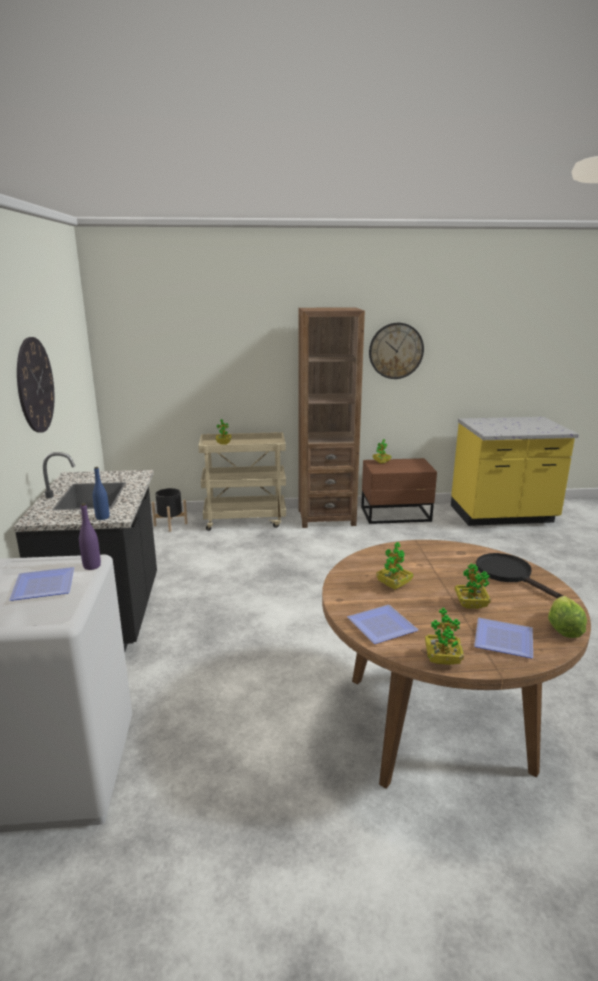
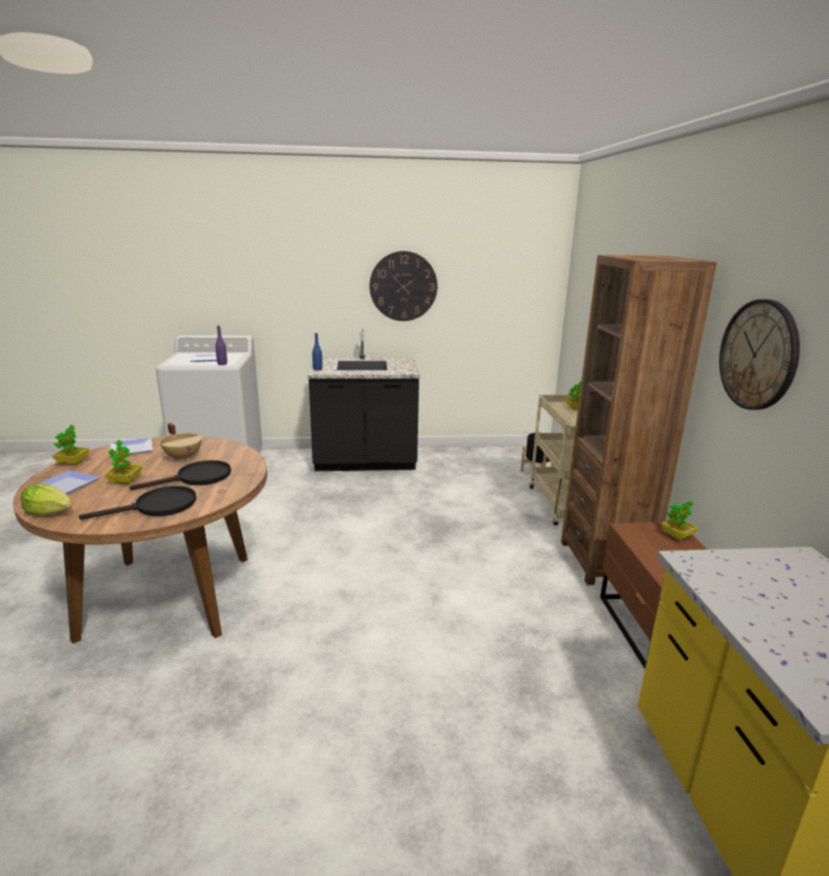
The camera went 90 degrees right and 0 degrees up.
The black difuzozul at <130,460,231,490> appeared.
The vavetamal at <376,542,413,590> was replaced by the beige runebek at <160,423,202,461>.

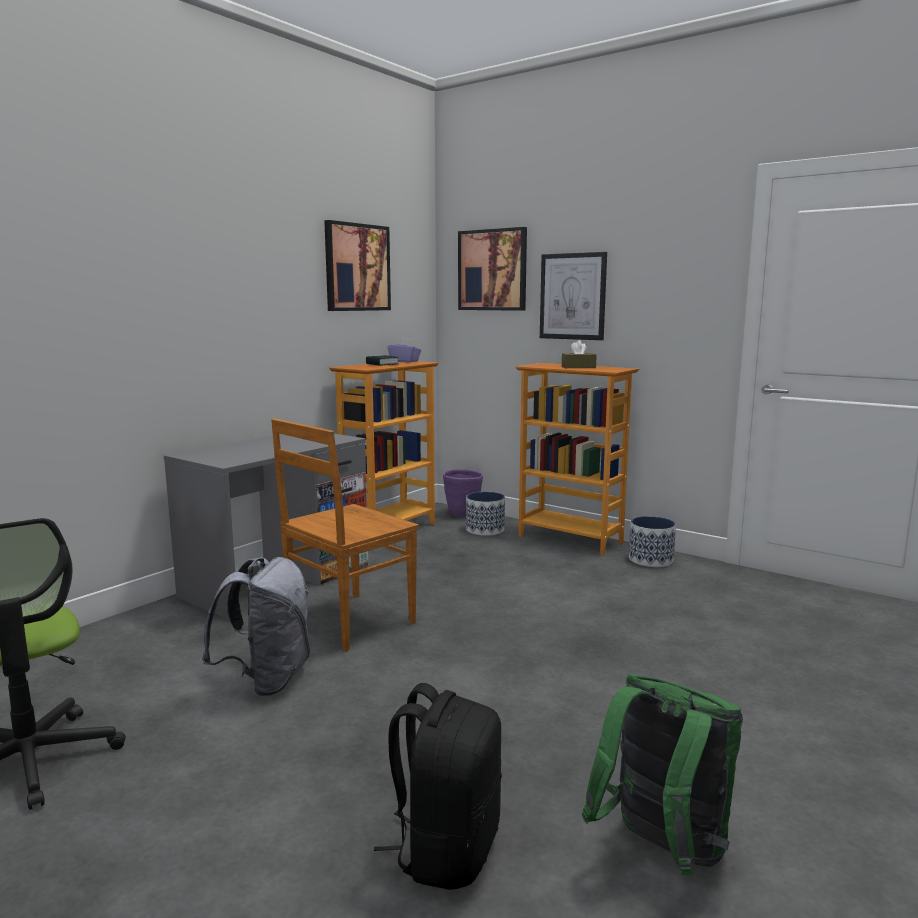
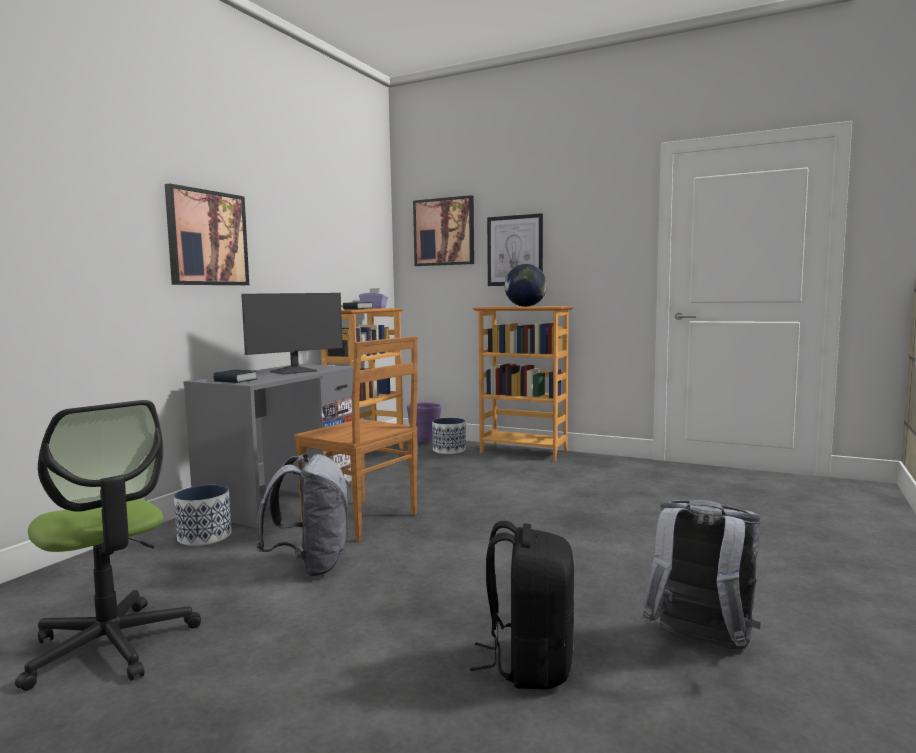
The camera went 10 degrees left and 5 degrees down.
The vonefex at <213,370,257,383> appeared.
The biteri at <241,293,343,375> appeared.
The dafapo moved from <324,220,391,311> to <165,183,249,285>.
The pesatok moved from <629,516,676,567> to <174,485,232,546>.
The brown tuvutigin at <562,340,597,368> was replaced by the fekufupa at <504,264,547,307>.
The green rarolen at <582,674,743,876> became the grey rarolen at <642,500,761,650>.
The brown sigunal at <271,418,418,651> turned 90 degrees counterclockwise.

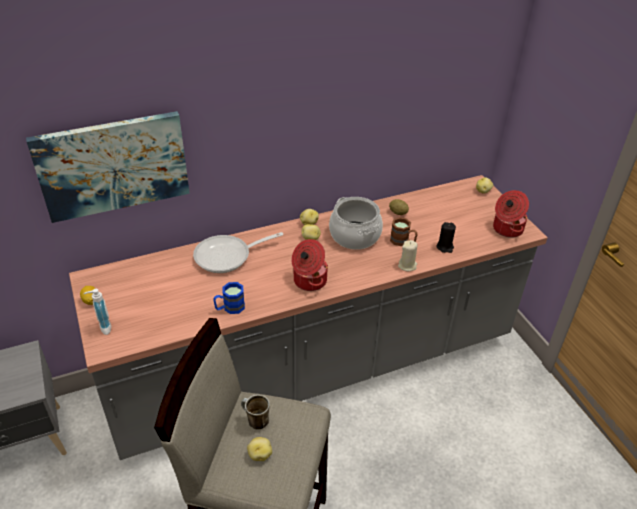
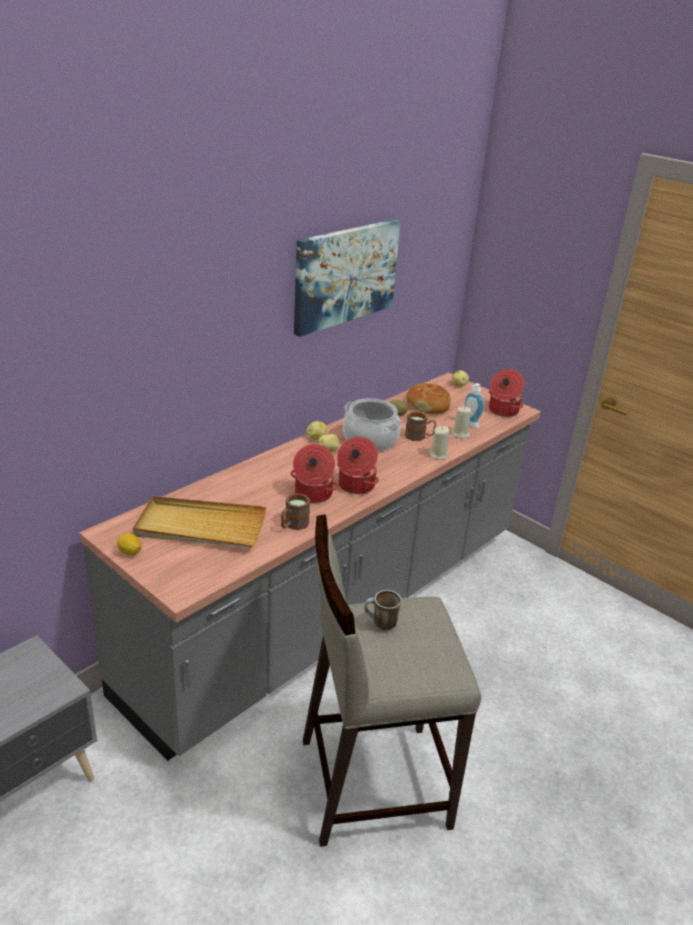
The camera went 25 degrees left and 10 degrees down.
The difuzozul at <193,232,283,273> disappeared.
The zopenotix at <247,437,272,461> disappeared.
The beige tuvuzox at <133,496,266,548> appeared.
The runebek at <291,444,338,503> appeared.
The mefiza at <407,383,451,414> appeared.
The dafapo moved from <26,111,190,223> to <294,219,401,337>.
The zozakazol moved from <84,289,111,335> to <464,383,484,428>.
The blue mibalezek at <213,282,245,314> became the brown mibalezek at <281,493,310,530>.
The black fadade at <437,222,456,253> became the beige fadade at <452,407,471,439>.

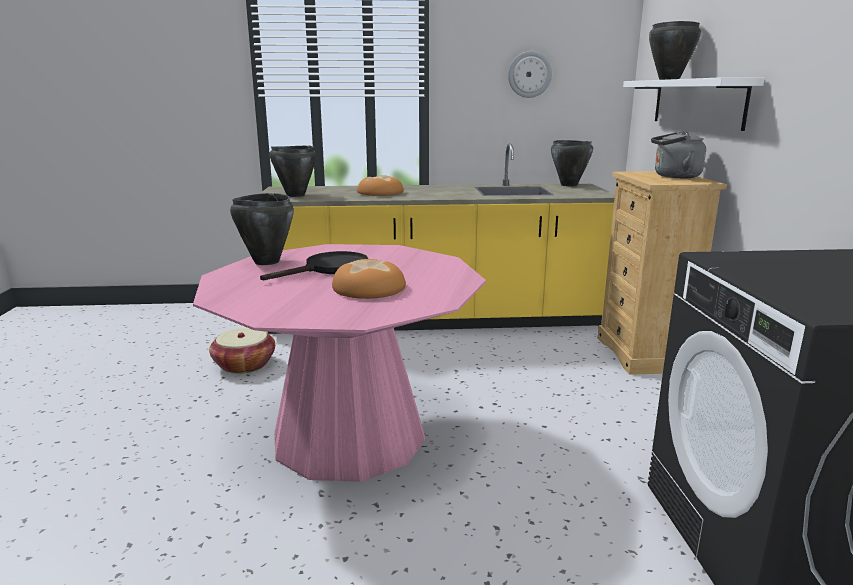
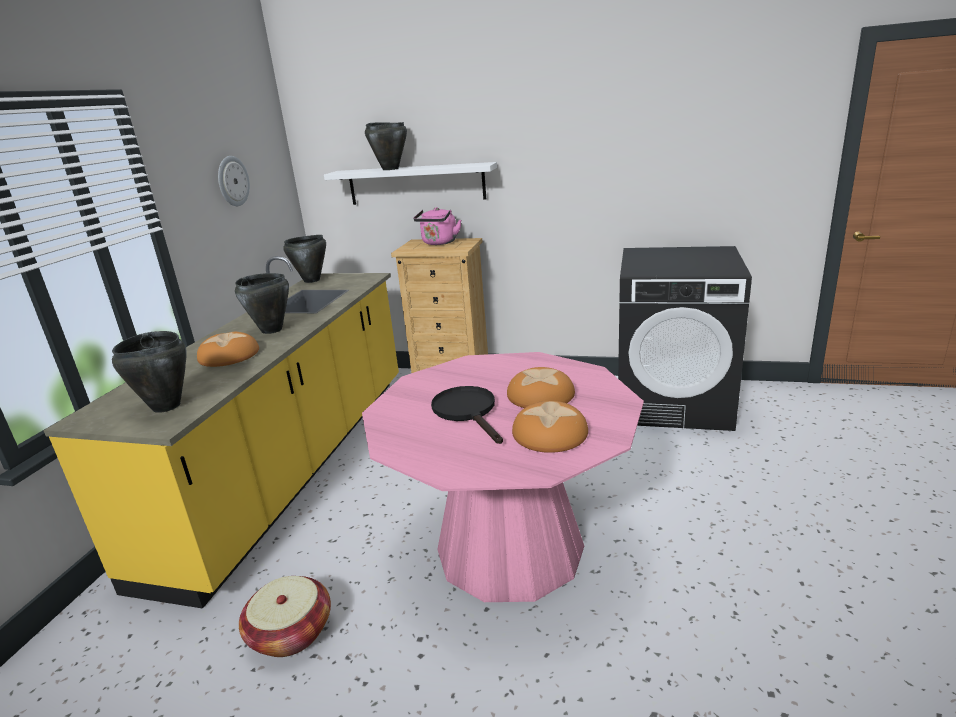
The camera went 70 degrees left and 5 degrees up.
The mefiza at <512,401,588,453> appeared.
The black runebek moved from <230,193,294,265> to <235,273,289,334>.
The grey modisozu at <651,131,706,178> became the pink modisozu at <413,207,462,245>.

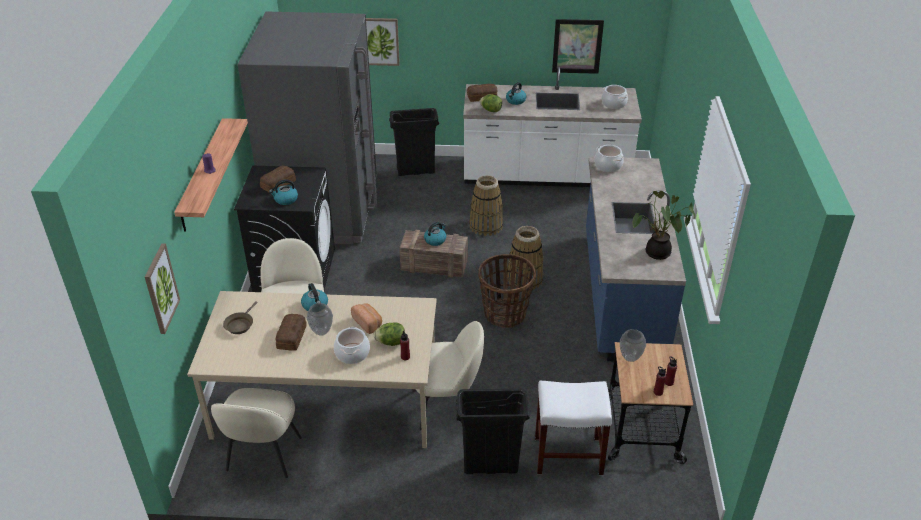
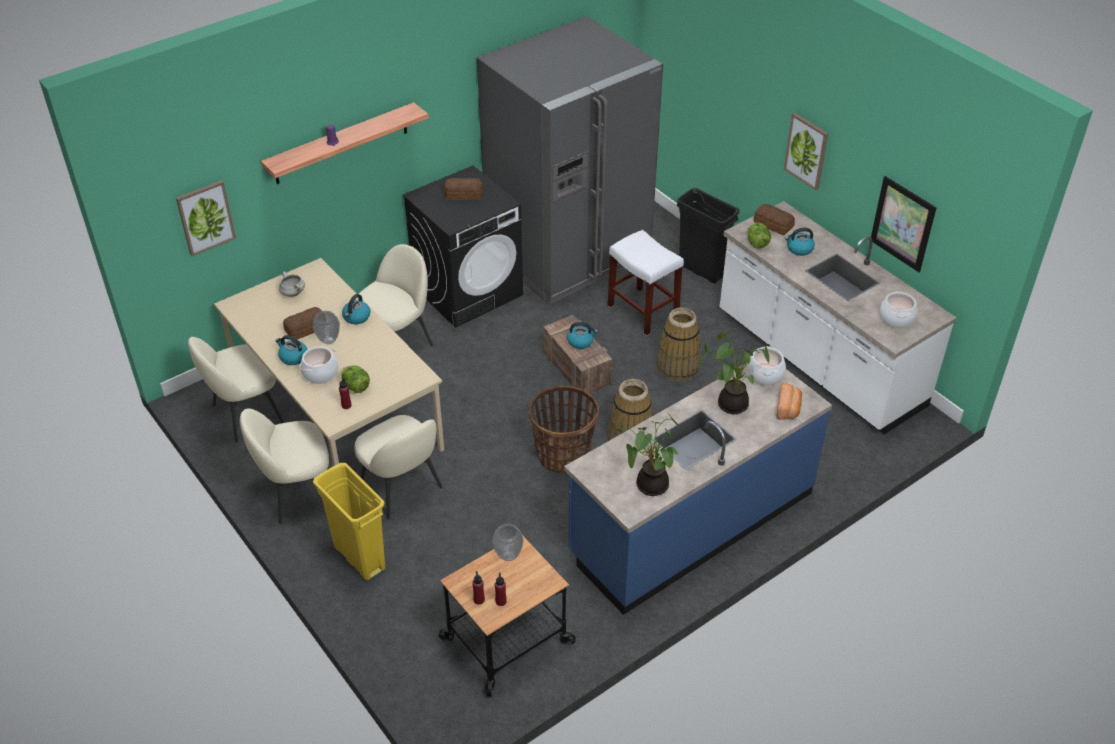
The camera went 50 degrees right and 5 degrees up.
The beige sigunal at <240,408,329,524> appeared.
The vavetamal at <699,331,769,414> appeared.
The modisozu moved from <269,179,298,205> to <276,335,308,365>.
The mefiza moved from <351,303,382,334> to <777,383,802,420>.
The dafapo moved from <366,18,400,66> to <784,113,828,190>.
The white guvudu moved from <535,381,612,475> to <608,230,684,336>.
The brown difuzozul at <223,301,257,334> was replaced by the white runebek at <279,271,305,297>.
The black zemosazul at <456,389,530,474> became the yellow zemosazul at <313,463,385,580>.

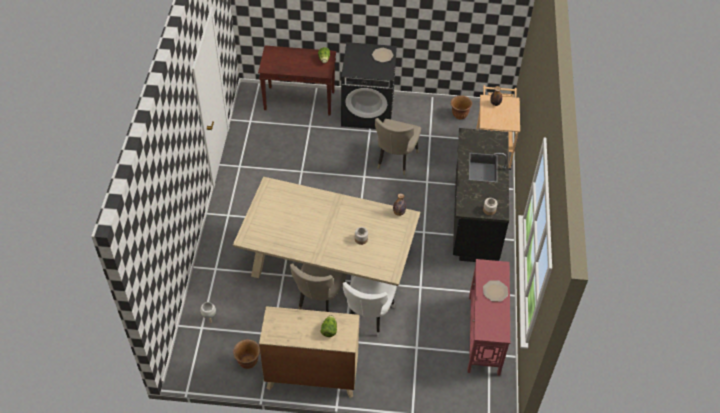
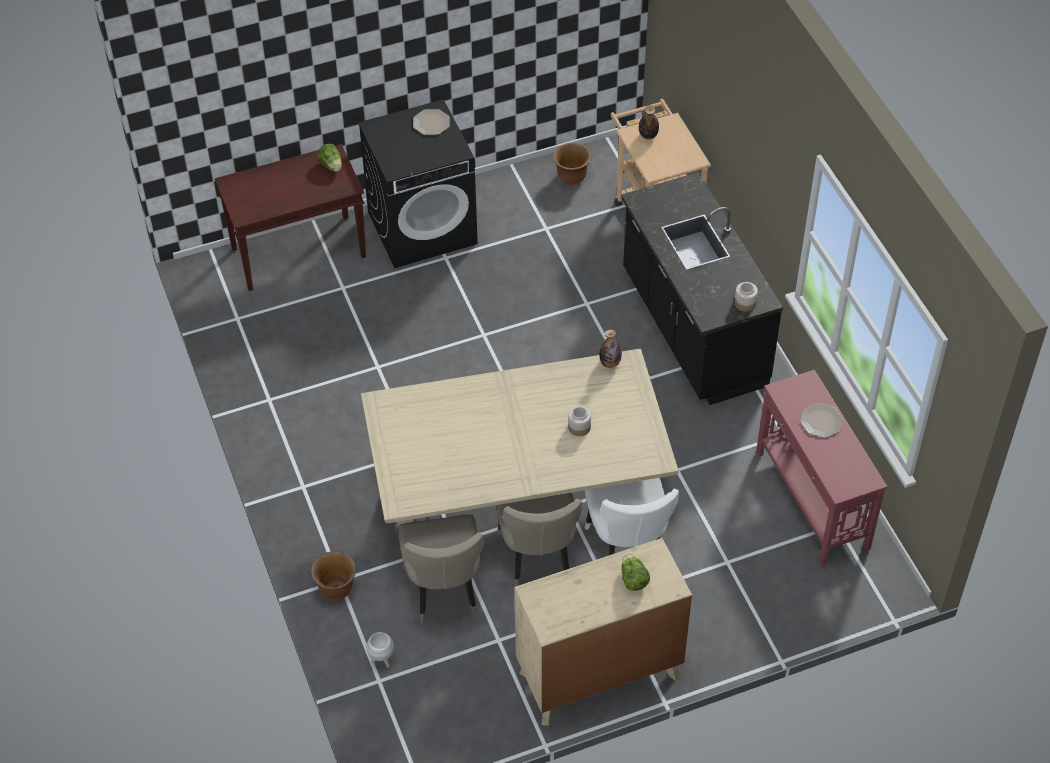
The camera went 25 degrees left and 0 degrees up.
The brown pesatok moved from <233,339,260,369> to <311,551,356,601>.
The beige sigunal moved from <375,118,421,175> to <398,515,484,622>.

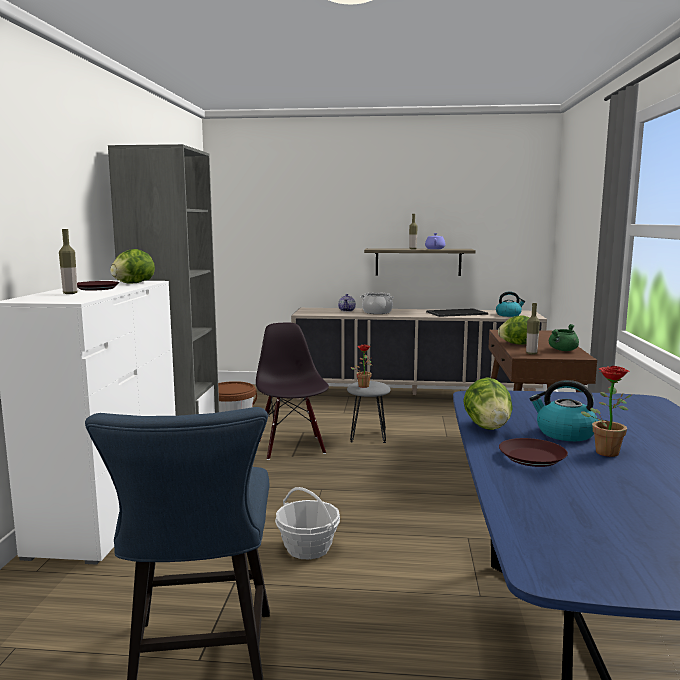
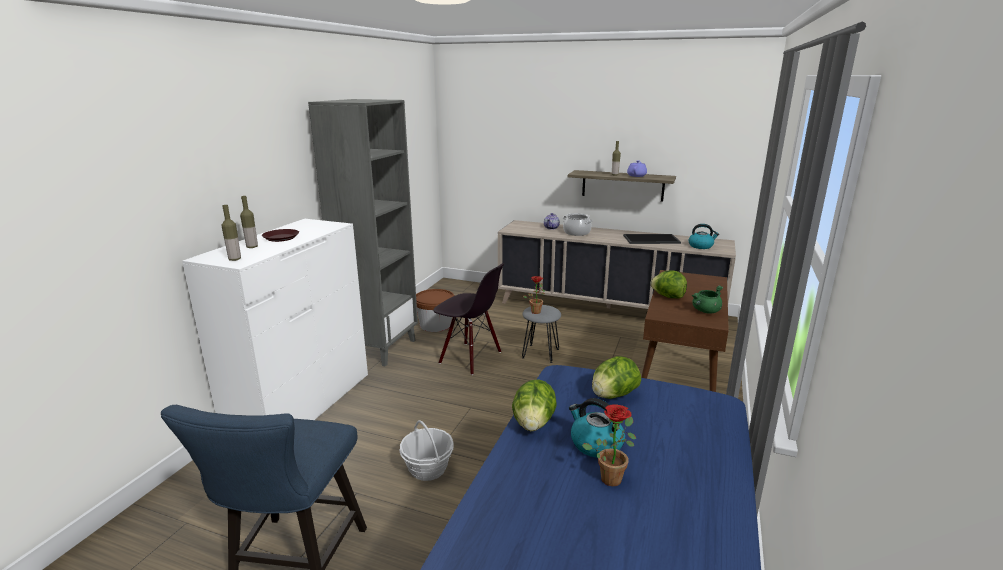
The camera went 15 degrees right and 10 degrees up.
The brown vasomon at <499,438,568,467> disappeared.
The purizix moved from <110,249,155,283> to <592,356,641,399>.
The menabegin moved from <526,303,540,355> to <221,205,241,261>.
The black sigunal at <256,323,329,460> turned 120 degrees clockwise.

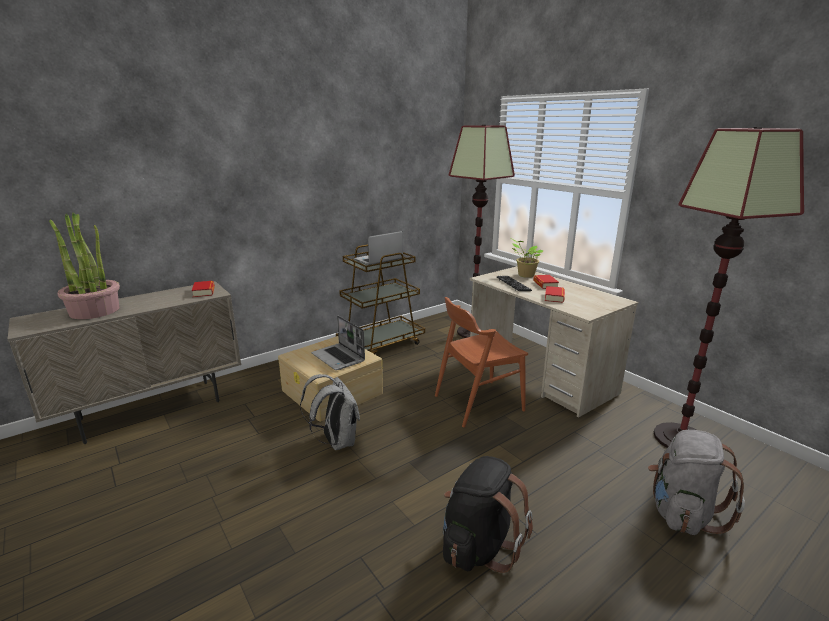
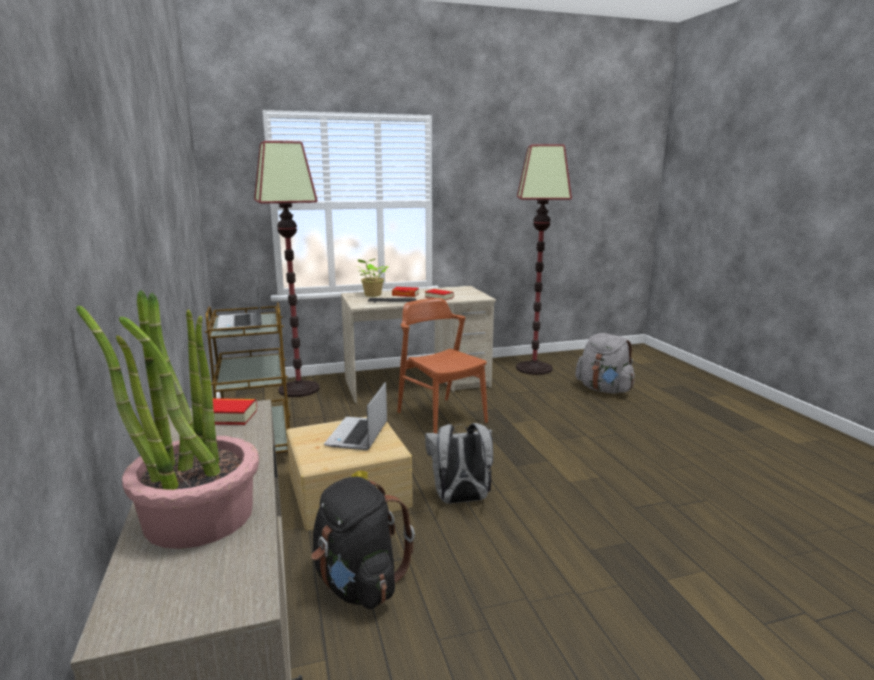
The camera went 70 degrees left and 5 degrees down.
The black rarolen moved from <443,456,533,573> to <311,476,415,609>.
The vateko at <311,316,365,370> turned 120 degrees clockwise.
The brown sigunal at <435,297,528,427> turned 150 degrees clockwise.

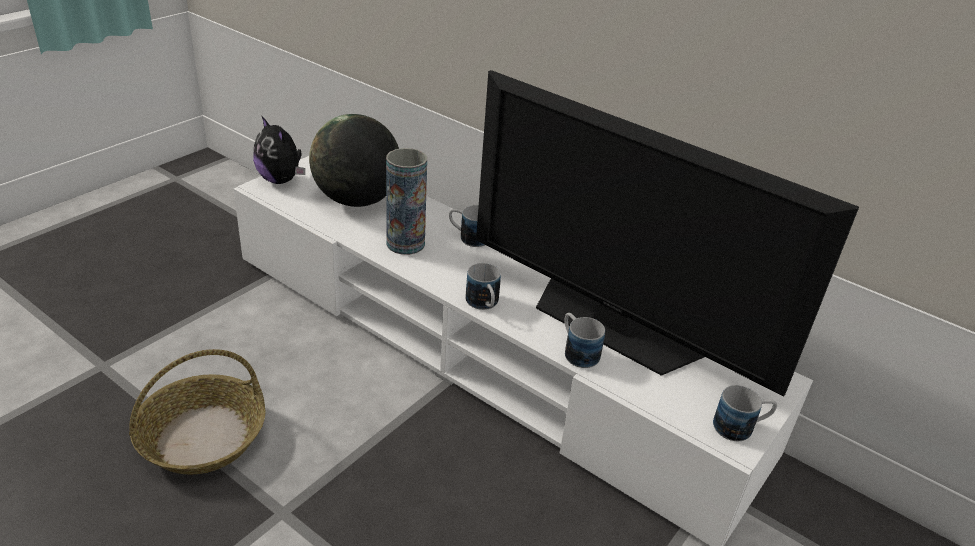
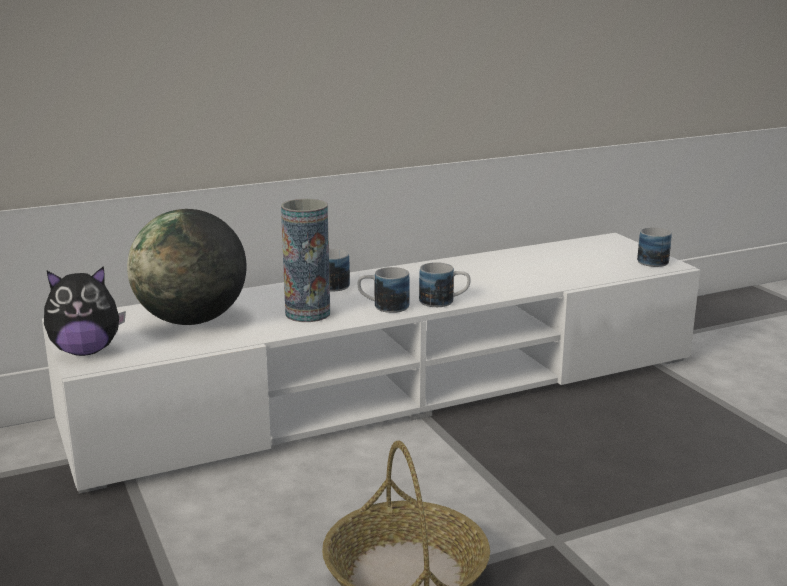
The camera went 60 degrees left and 15 degrees down.
The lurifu at <476,70,859,397> disappeared.
The mibalezek moved from <565,313,605,368> to <358,267,410,313>.

